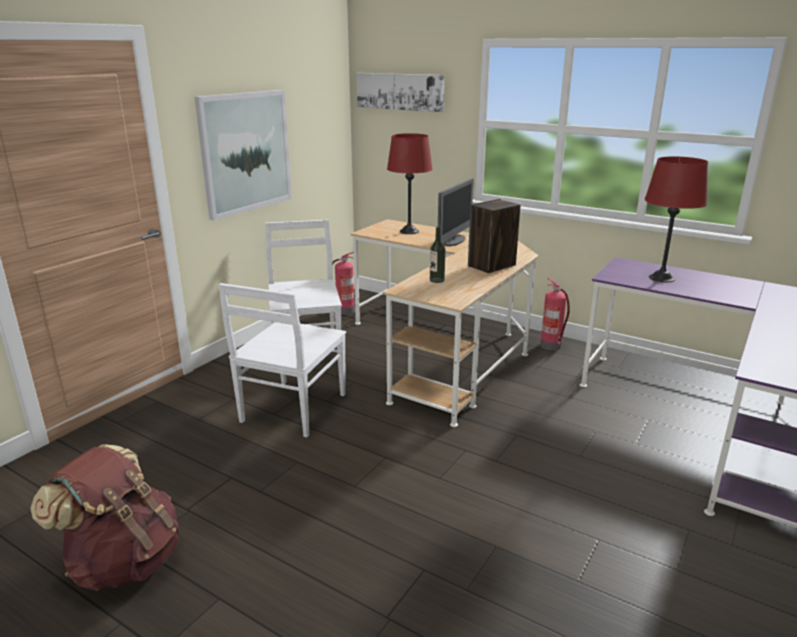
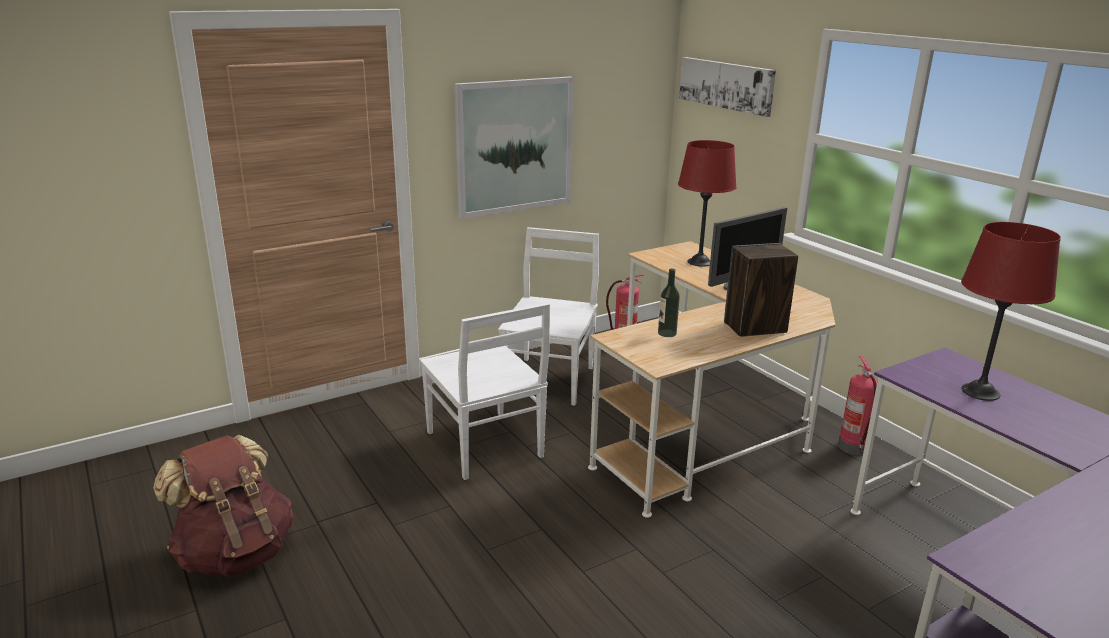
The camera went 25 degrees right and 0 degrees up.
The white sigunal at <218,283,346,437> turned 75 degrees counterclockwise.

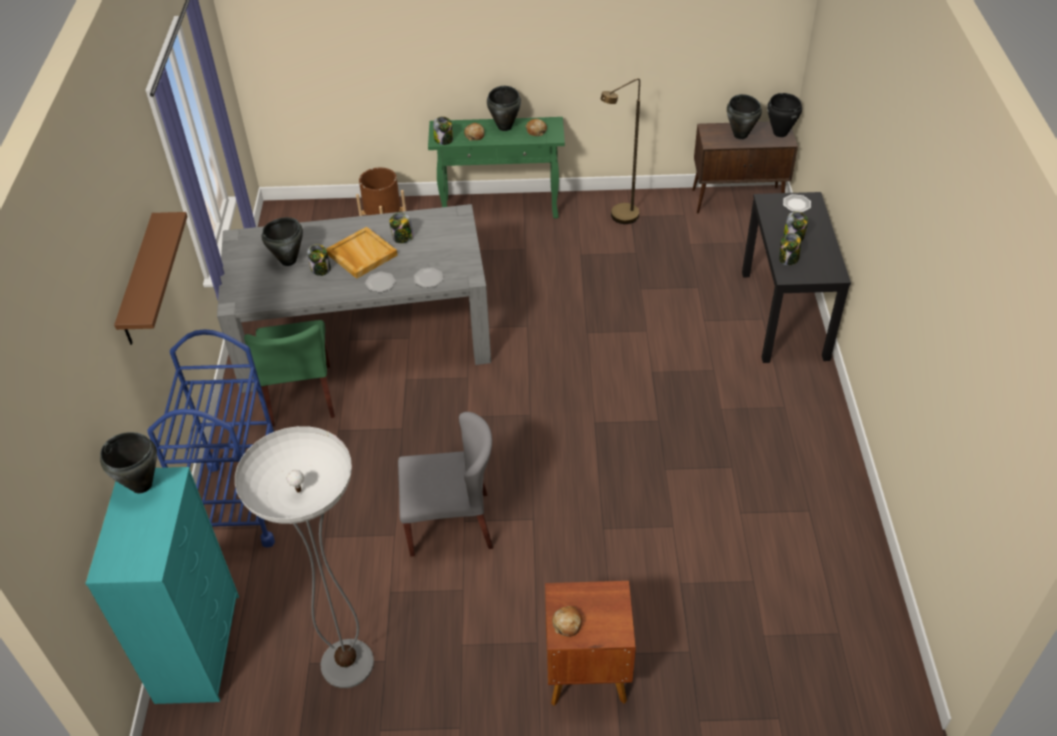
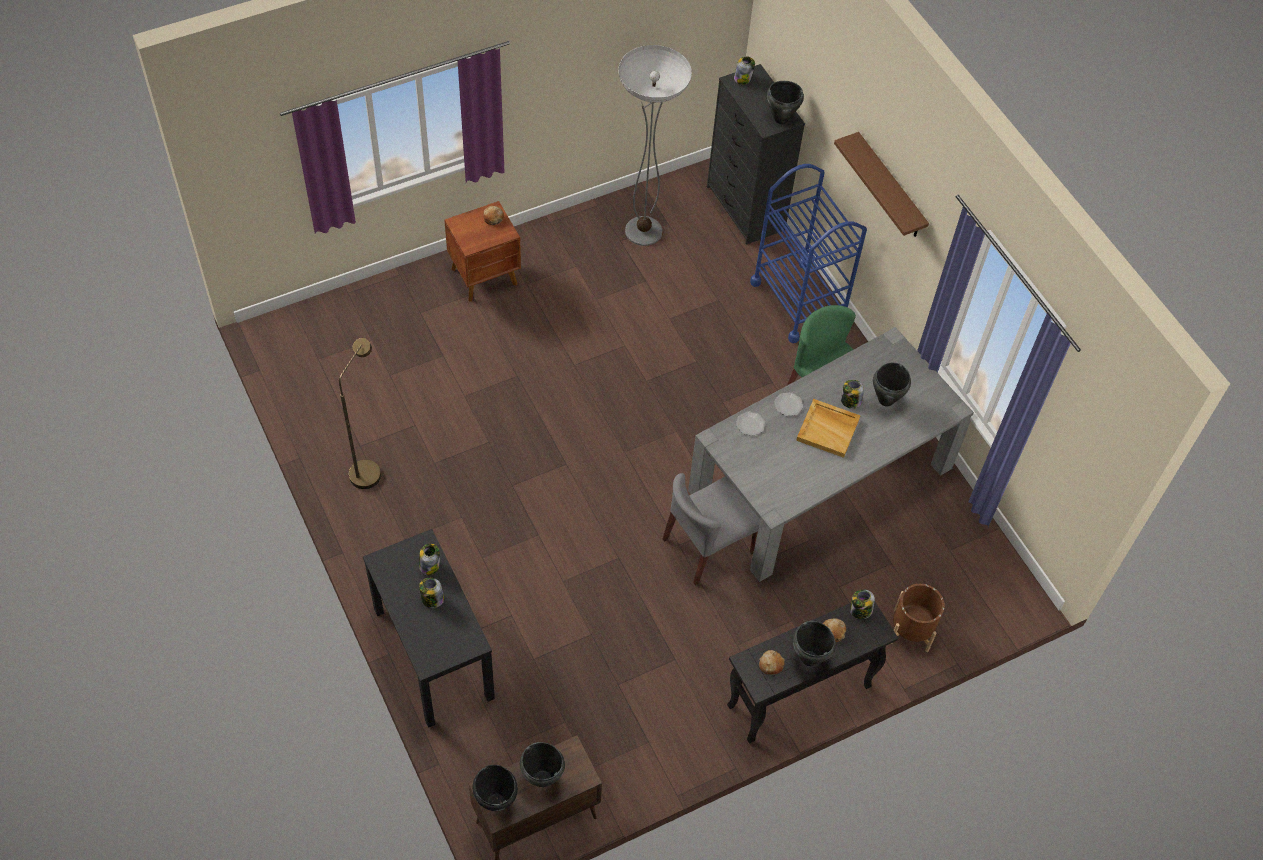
The camera went 150 degrees right and 10 degrees up.
The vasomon at <783,194,811,212> disappeared.
The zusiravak moved from <389,212,414,243> to <734,56,755,85>.
The grey sigunal moved from <398,412,493,557> to <663,473,760,585>.
The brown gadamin moved from <601,78,640,224> to <339,338,381,489>.
The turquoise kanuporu at <85,467,239,704> became the black kanuporu at <707,64,805,245>.
The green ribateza at <428,117,565,219> became the black ribateza at <727,602,898,744>.

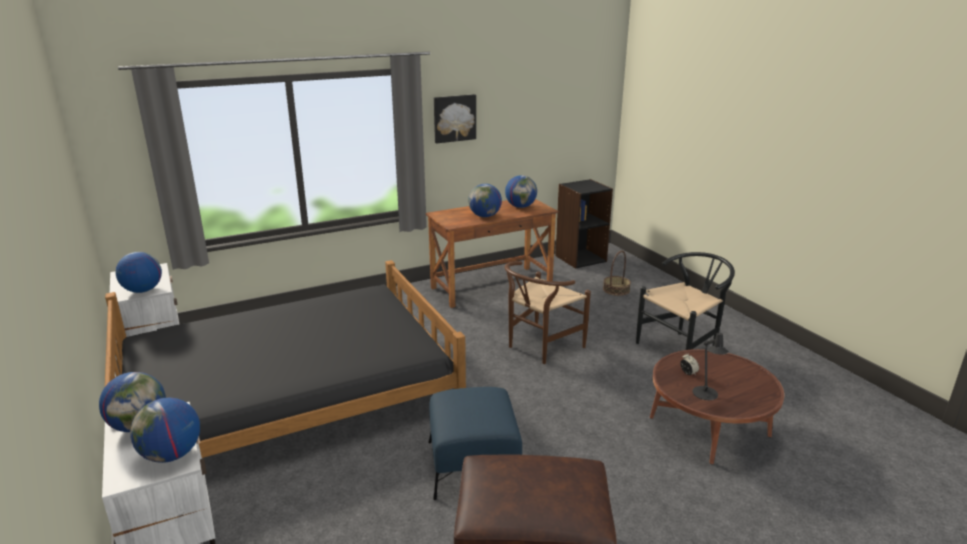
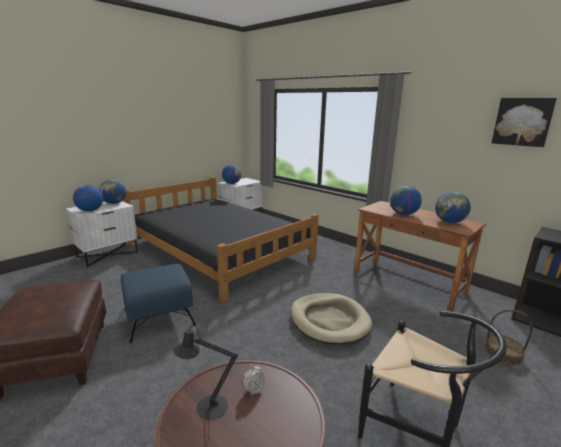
The camera went 70 degrees right and 5 degrees down.
The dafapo moved from <434,94,476,143> to <492,98,557,147>.
The brown sigunal at <504,261,591,364> was replaced by the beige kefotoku at <291,293,372,345>.

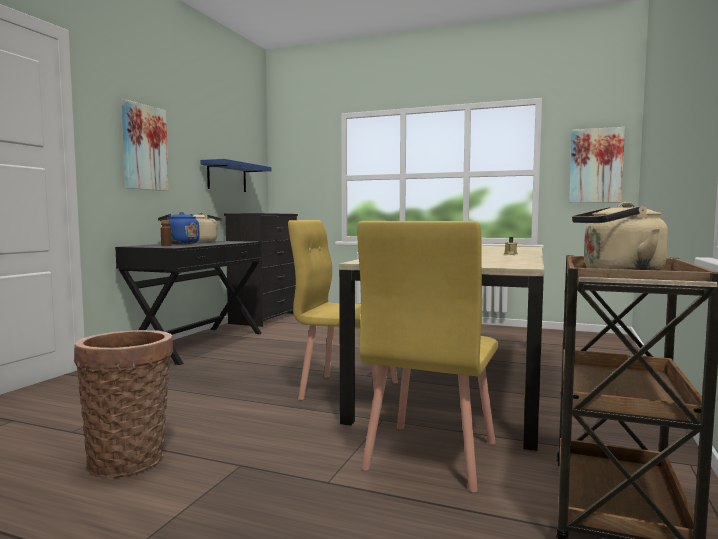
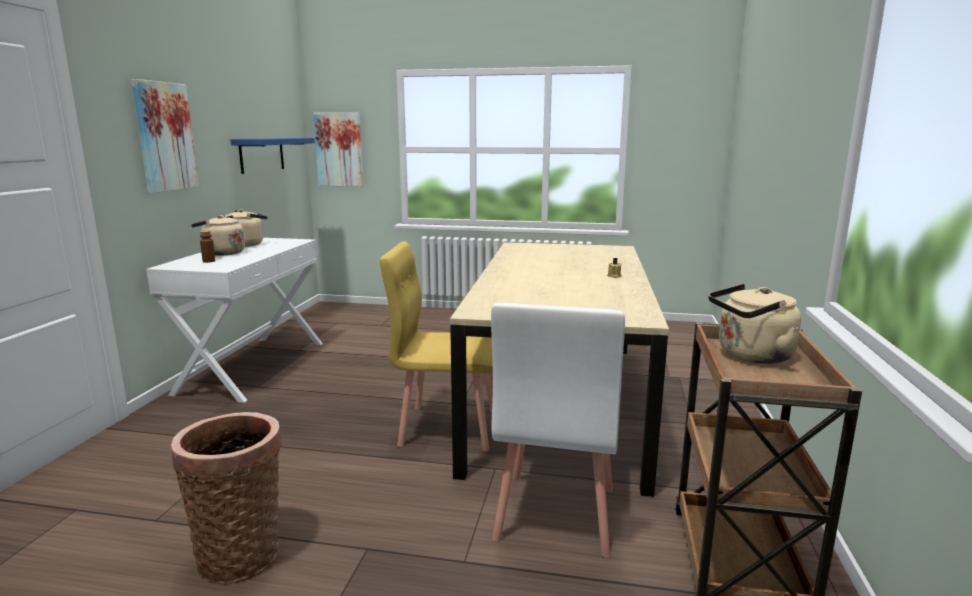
The camera went 10 degrees left and 10 degrees up.
The black kanuporu at <224,213,298,327> disappeared.
The dafapo moved from <569,127,625,203> to <313,113,363,187>.
The black ribateza at <115,241,262,365> became the white ribateza at <146,238,323,403>.
The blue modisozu at <158,212,200,244> became the beige modisozu at <191,215,245,256>.
The yellow sigunal at <357,221,498,492> became the white sigunal at <491,303,625,558>.

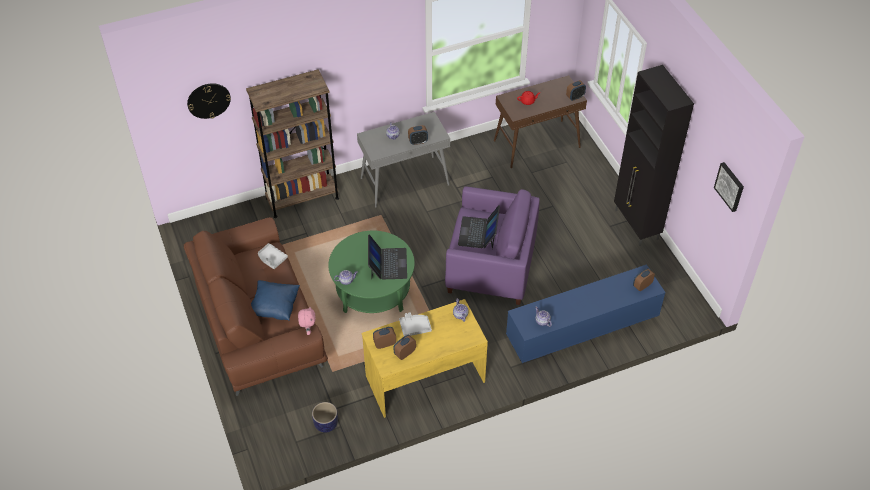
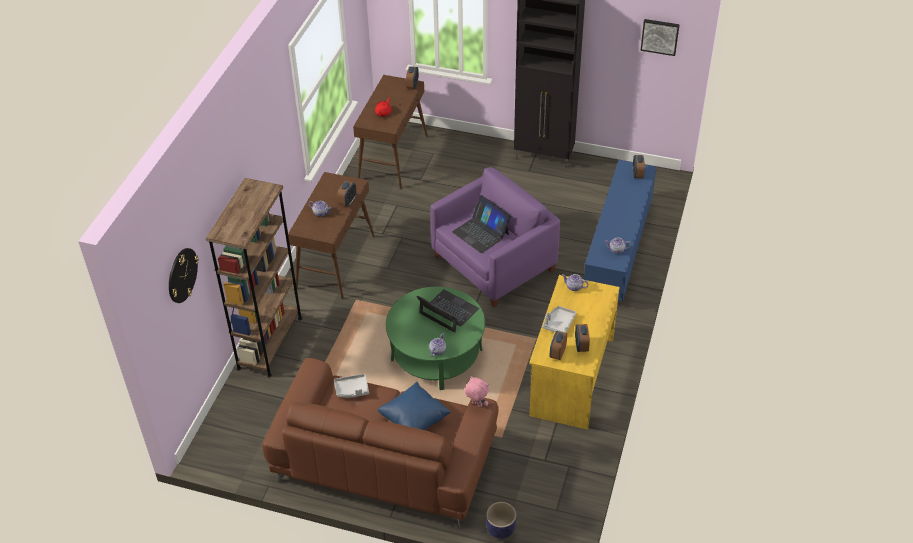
The camera went 50 degrees left and 5 degrees down.
The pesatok moved from <312,402,338,433> to <486,502,517,539>.
The grey ribateza at <357,112,450,207> became the brown ribateza at <288,172,375,299>.

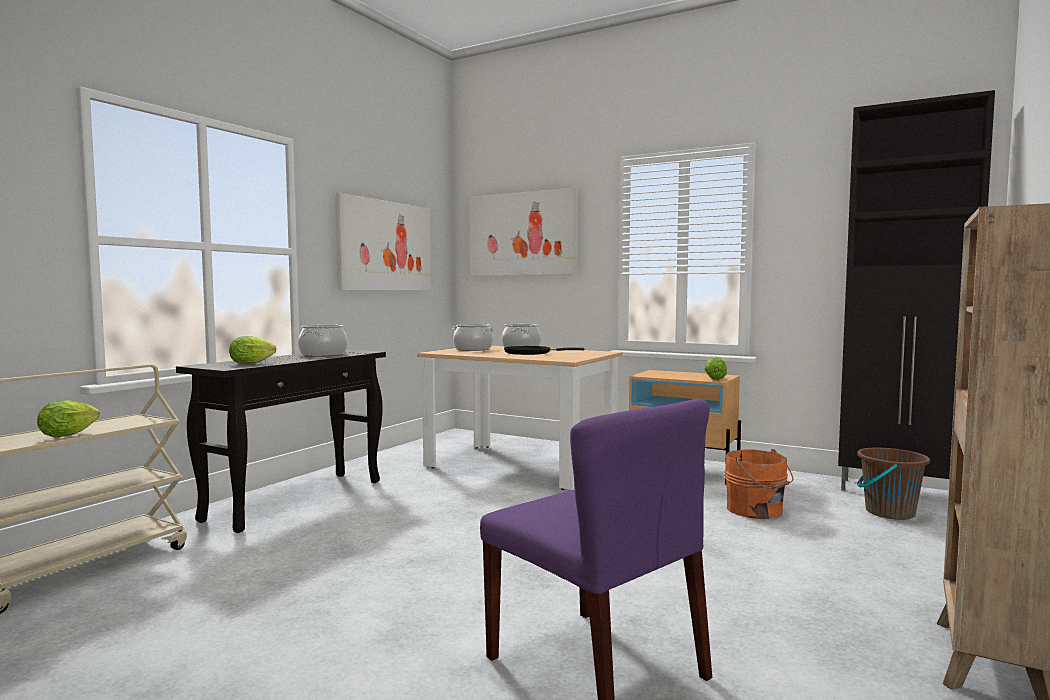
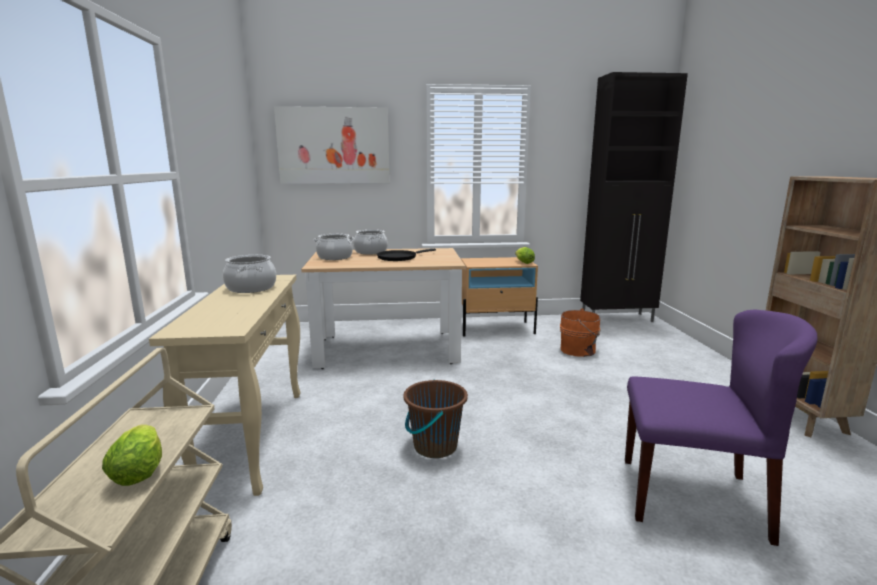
The camera went 35 degrees left and 10 degrees up.
The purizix at <229,336,276,364> disappeared.
The dafapo at <335,193,431,290> disappeared.
The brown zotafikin moved from <857,448,930,520> to <403,380,468,458>.
The black ribateza at <176,349,386,533> became the beige ribateza at <149,275,300,496>.

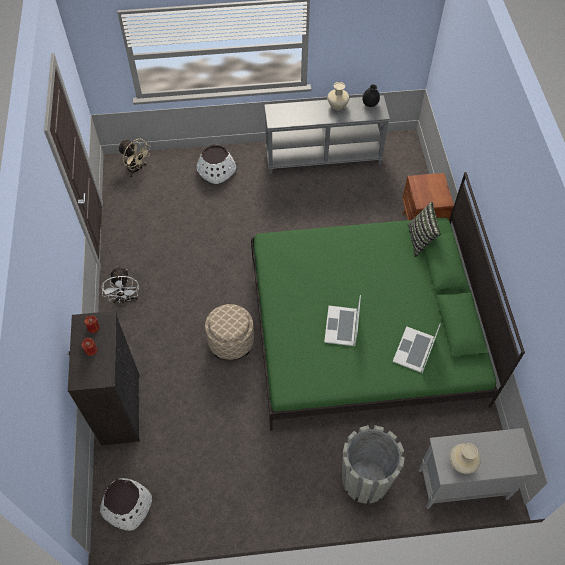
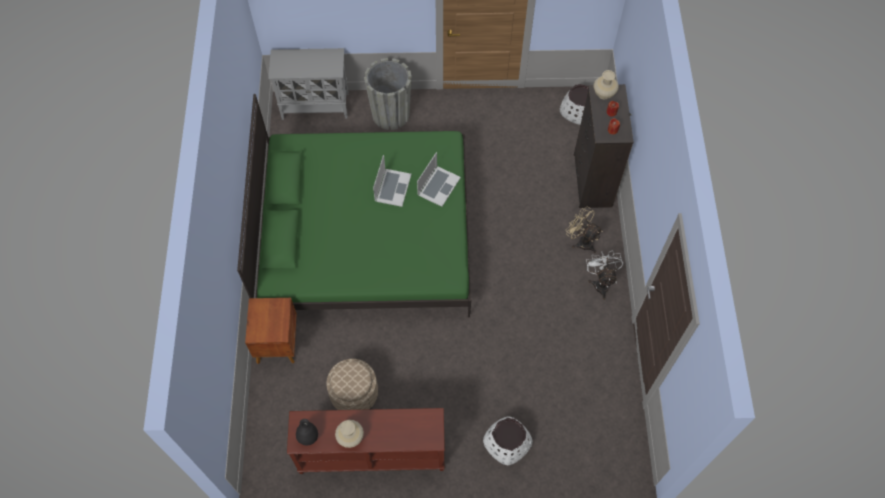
The camera went 175 degrees left and 5 degrees up.
The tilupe at <408,202,441,257> disappeared.
The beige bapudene moved from <118,139,151,177> to <566,206,603,253>.
The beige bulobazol moved from <205,304,254,360> to <326,359,378,410>.
The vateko moved from <393,324,441,373> to <417,152,461,207>.
The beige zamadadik moved from <450,443,481,474> to <594,70,619,99>.
The grey ribateza at <264,95,390,174> became the brown ribateza at <287,408,445,474>.

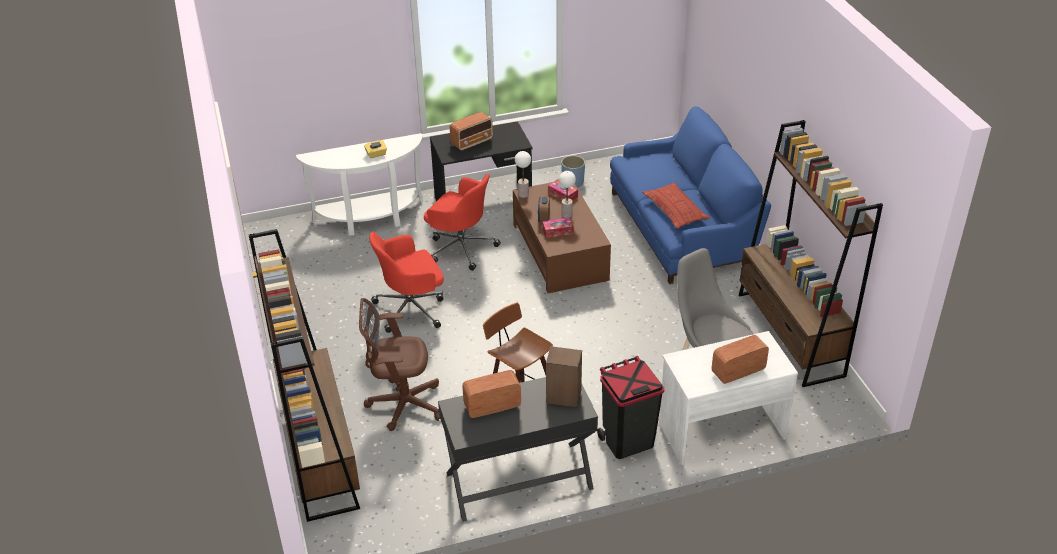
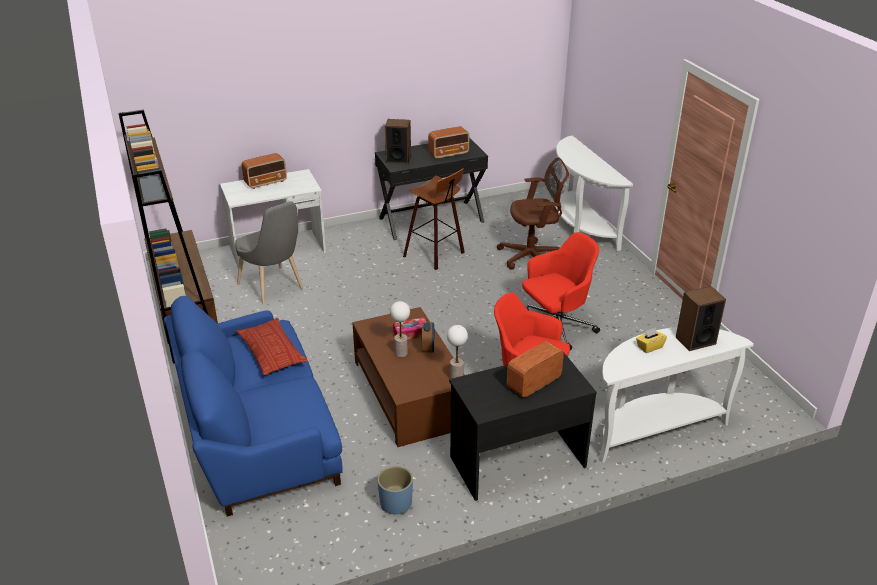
The camera went 175 degrees right and 5 degrees down.
The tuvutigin at <548,179,578,201> disappeared.
The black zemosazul at <597,356,664,459> disappeared.
The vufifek at <676,286,726,351> appeared.
The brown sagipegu at <249,229,360,522> was replaced by the white ribateza at <555,136,633,251>.

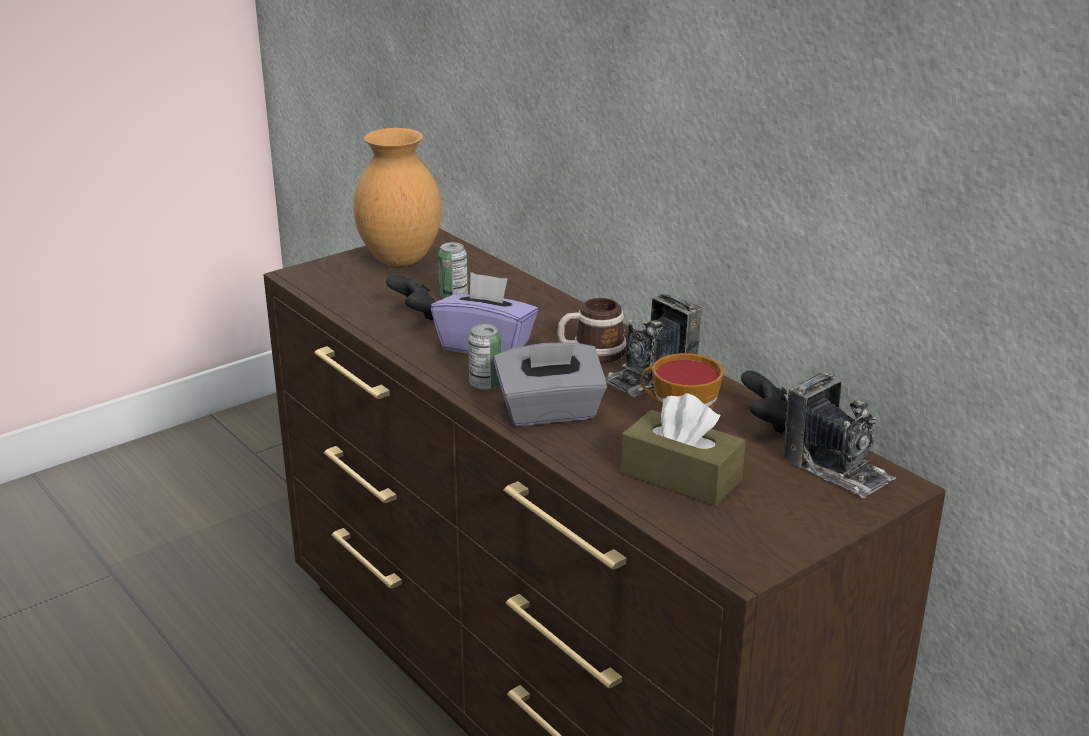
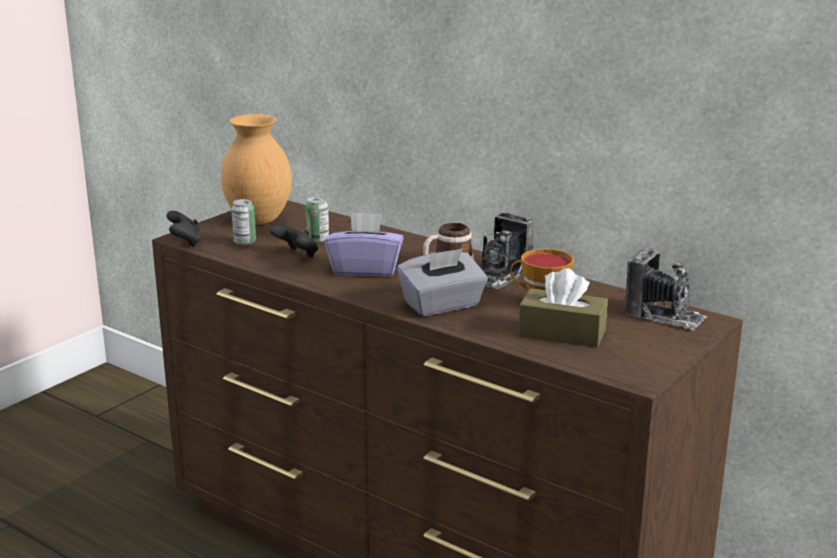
The camera went 15 degrees left and 5 degrees down.
The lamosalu moved from <468,324,501,391> to <231,199,256,246>.
The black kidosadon moved from <741,370,788,434> to <166,211,202,247>.

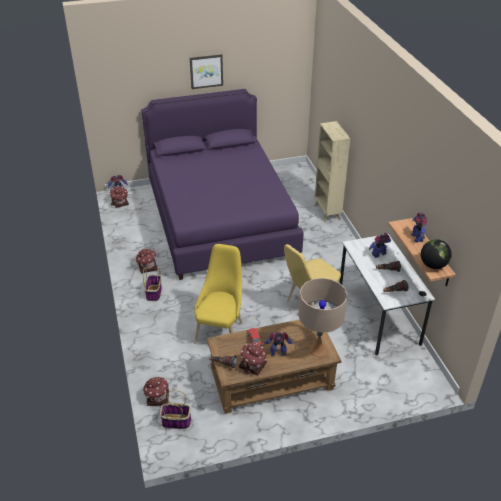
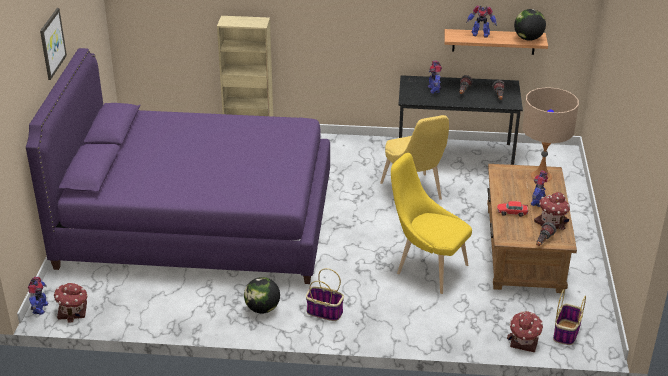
The camera went 70 degrees left and 5 degrees down.
The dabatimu at <136,248,158,273> was replaced by the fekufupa at <244,277,280,313>.
The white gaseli at <339,234,435,355> became the black gaseli at <398,75,523,165>.

